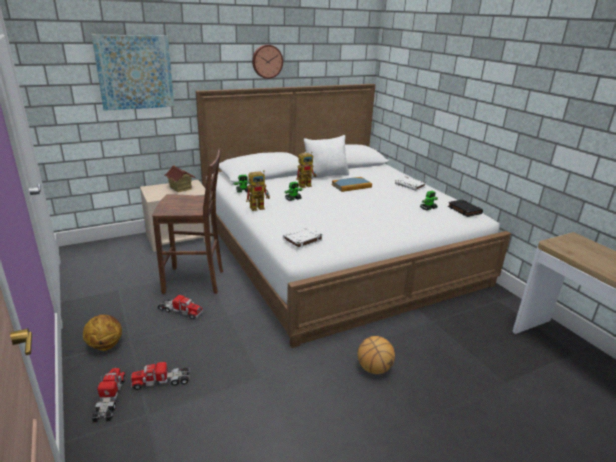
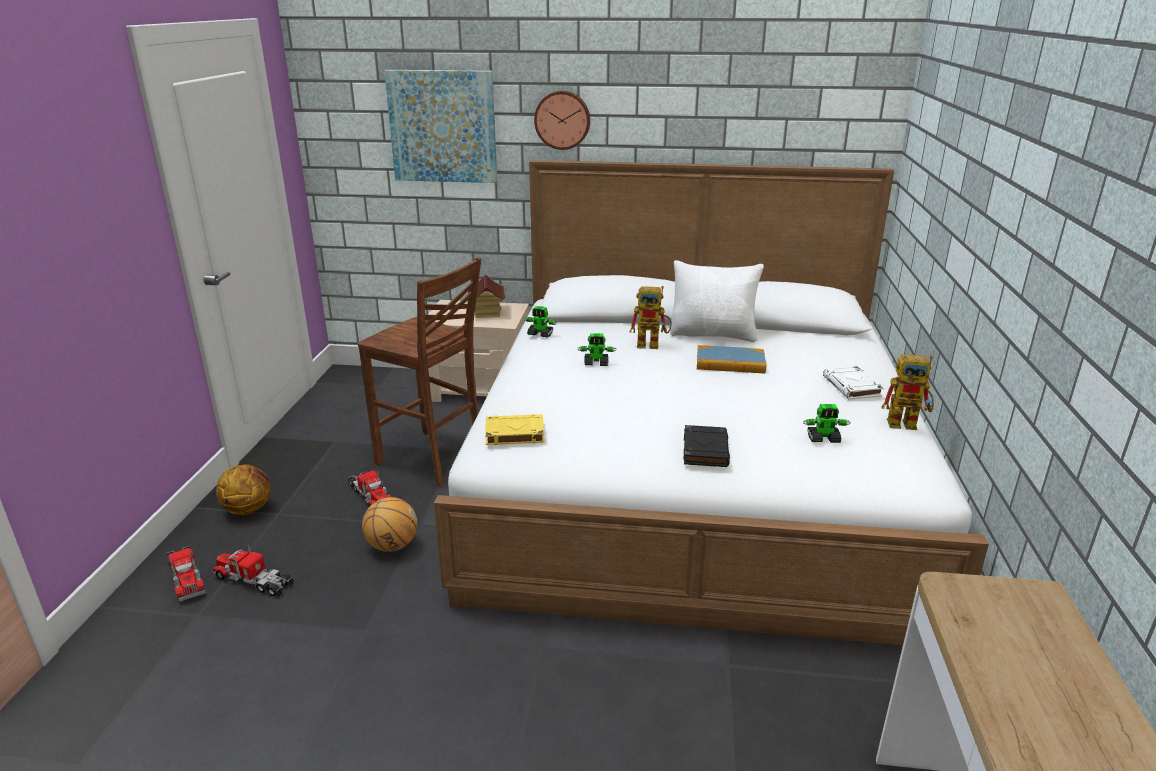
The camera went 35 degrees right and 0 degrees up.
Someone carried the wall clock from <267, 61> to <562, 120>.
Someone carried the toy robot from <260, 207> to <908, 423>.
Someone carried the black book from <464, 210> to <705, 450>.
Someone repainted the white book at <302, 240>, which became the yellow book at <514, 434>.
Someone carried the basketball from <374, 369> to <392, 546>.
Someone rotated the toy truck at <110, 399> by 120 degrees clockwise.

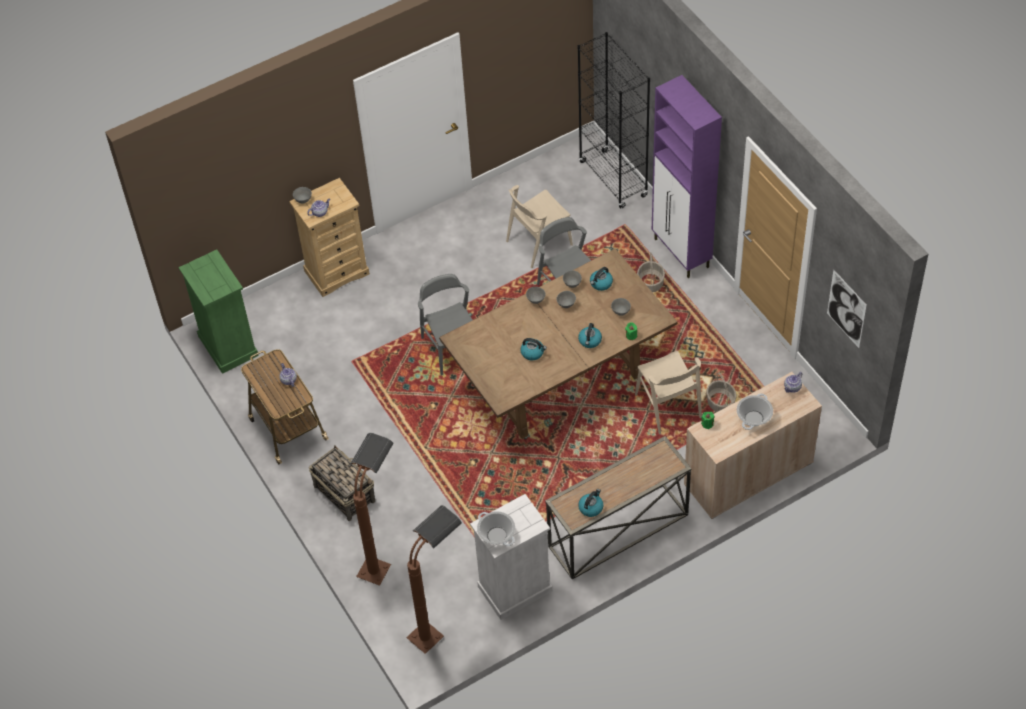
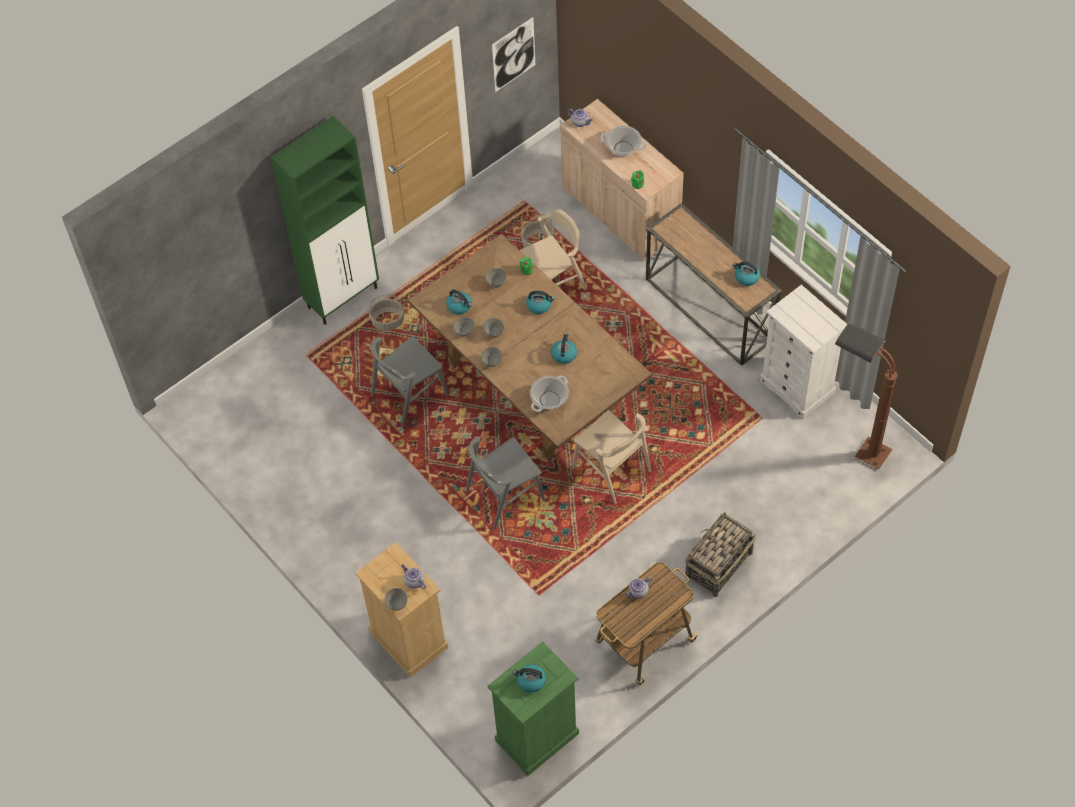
The camera went 100 degrees left and 5 degrees up.
Someone took away the black bookcase at <613, 179>.
Someone repainted the purple cabinet at <681, 254>, which became the green cabinet at <343, 297>.
Someone carried the beige chair from <539, 243> to <612, 469>.
Someone took away the brown floor lamp at <381, 556>.
Someone carried the cooking pot from <496, 535> to <549, 400>.
Someone put down the kettle at <530, 681>.

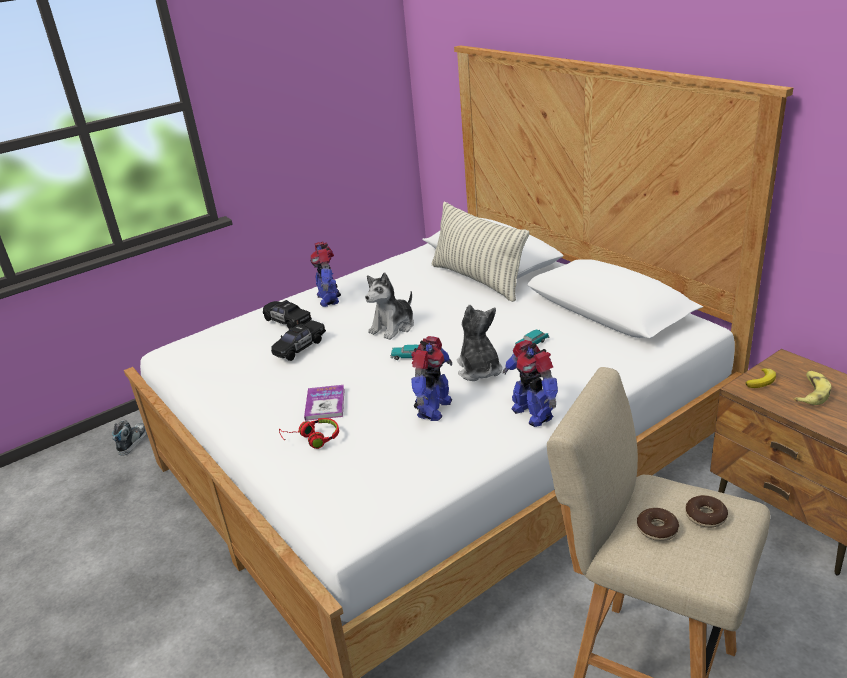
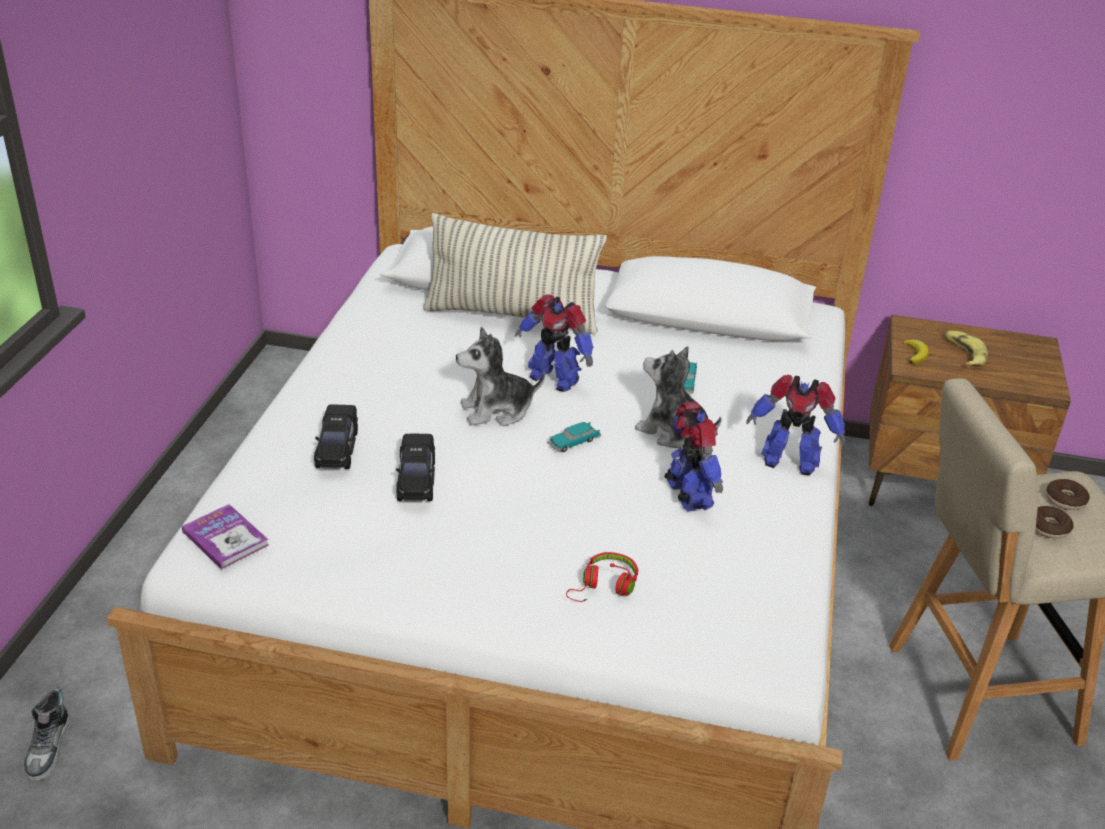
The camera went 45 degrees left and 5 degrees up.
Someone carried the toy robot from <329, 299> to <554, 378>.
Someone rotated the plush toy at <393, 327> by 75 degrees clockwise.
Someone rotated the black toy car at <287, 321> by 90 degrees counterclockwise.
Someone carried the book from <325, 404> to <225, 538>.
Someone rotated the shoe at <132, 441> by 150 degrees counterclockwise.

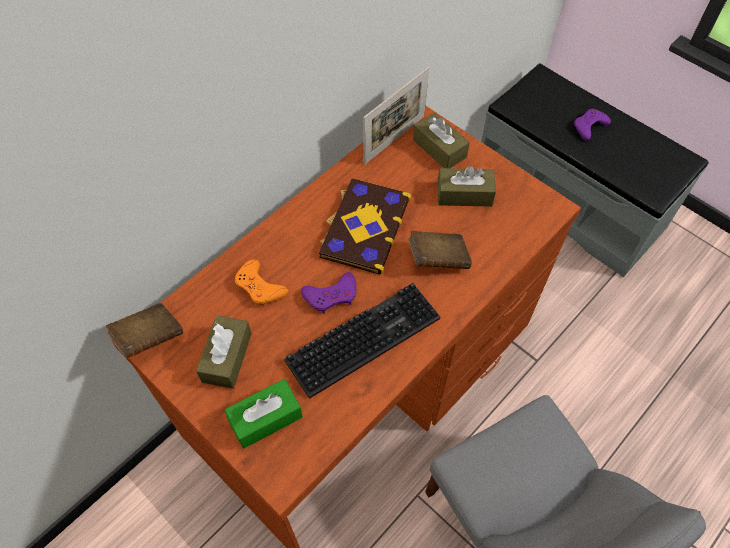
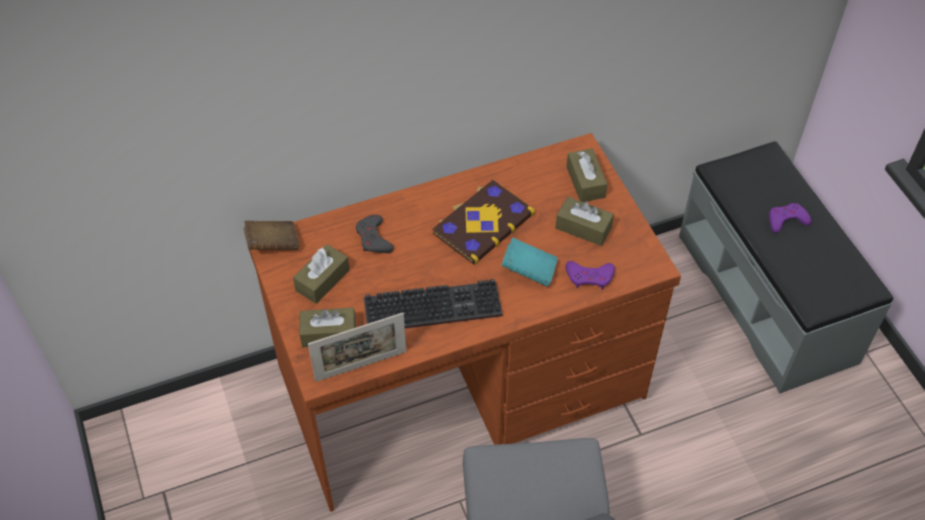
The camera went 25 degrees right and 5 degrees down.
Someone carried the picture frame from <394, 139> to <361, 366>.
Someone repainted the brown book at <438, 259>, which became the turquoise book at <529, 270>.
Someone repainted the orange game controller at <260, 287>, which became the grey game controller at <374, 238>.
Someone carried the purple game controller from <331, 295> to <589, 277>.
Someone repainted the green tissue box at <266, 418>, which became the brown tissue box at <329, 333>.

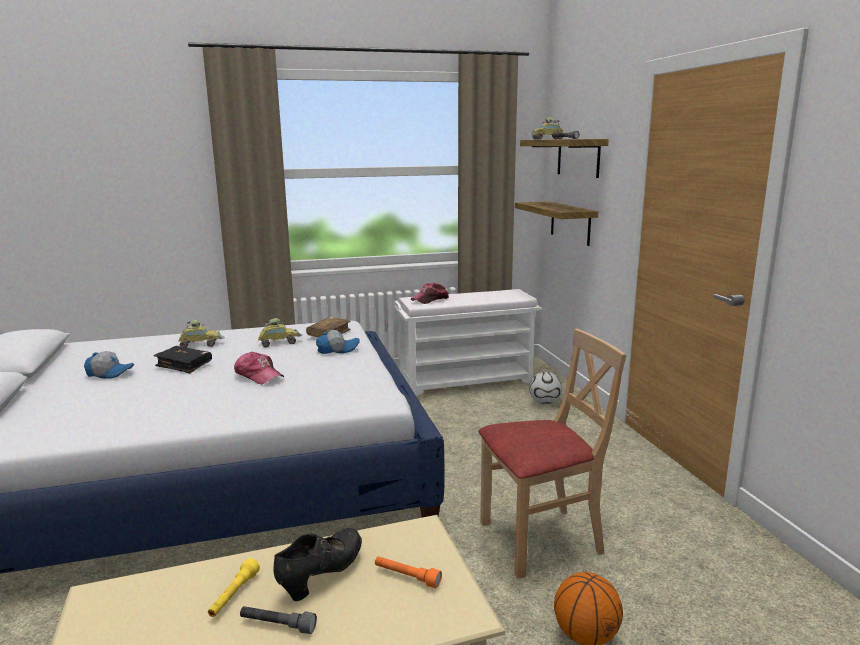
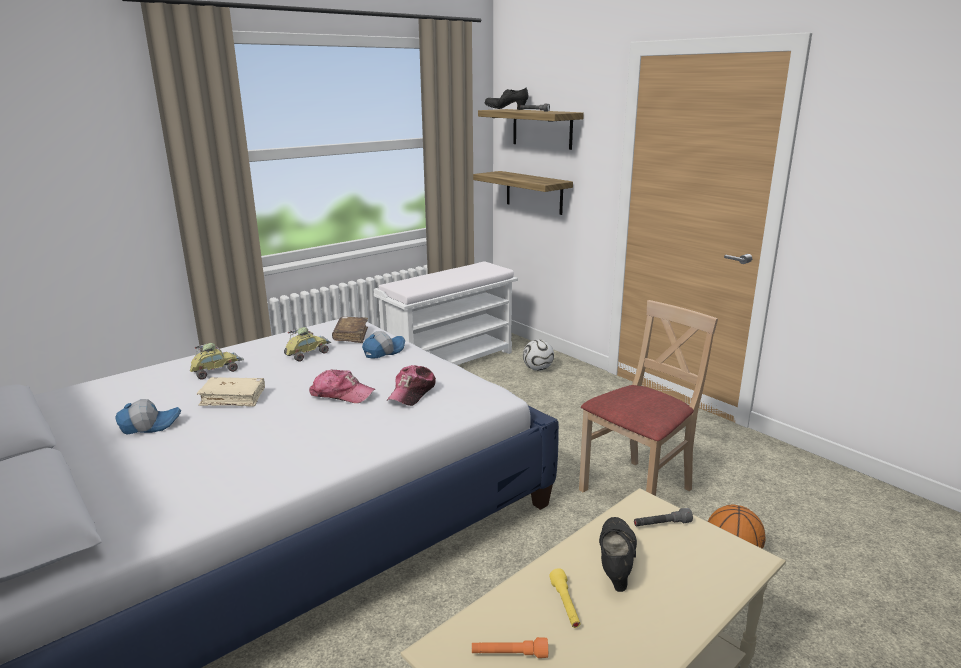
The camera went 25 degrees left and 5 degrees up.
Someone swapped the toy car at <546, 139> for the black shoe at <506, 109>.
Someone carried the cap from <430, 299> to <412, 393>.
Someone repainted the black book at <184, 365>, which became the beige book at <233, 398>.
Someone carried the orange flashlight from <407, 577> to <509, 655>.
Someone carried the grey flashlight from <277, 625> to <661, 524>.

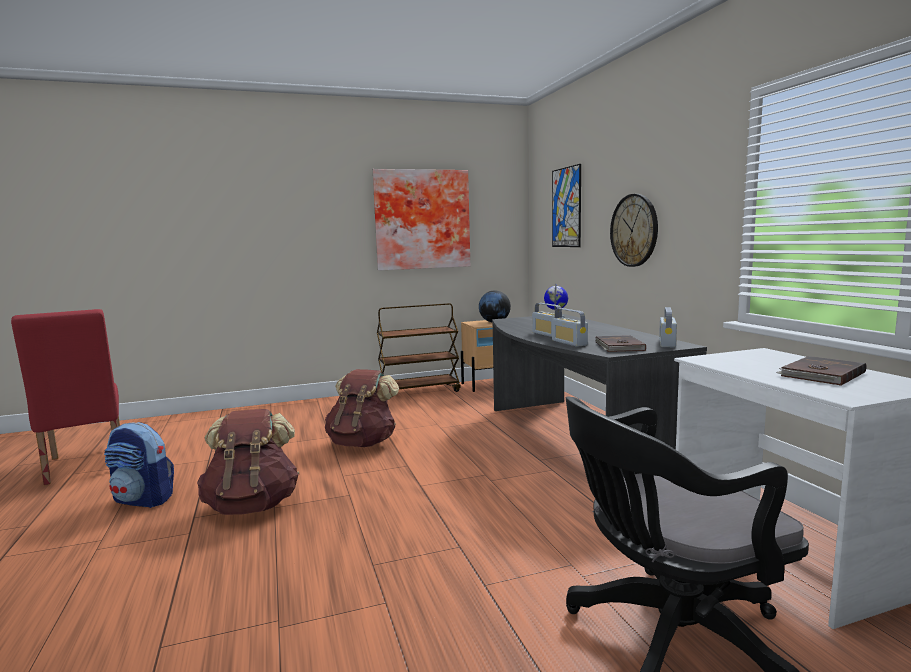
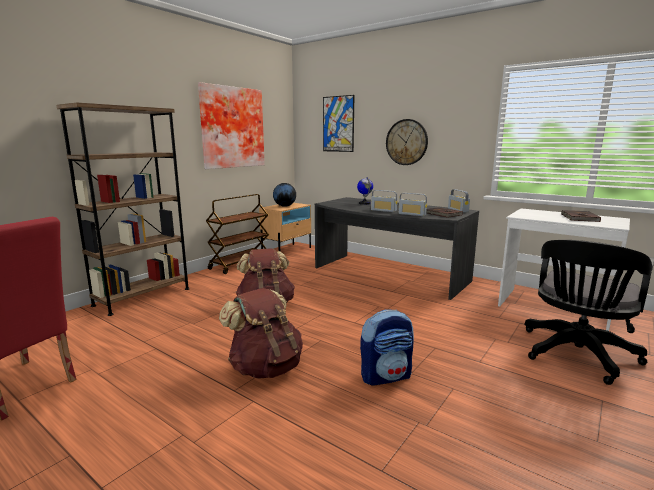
The camera went 35 degrees left and 5 degrees up.
Someone carried the backpack from <144, 500> to <386, 376>.
Someone put down the brown bookcase at <142, 297>.

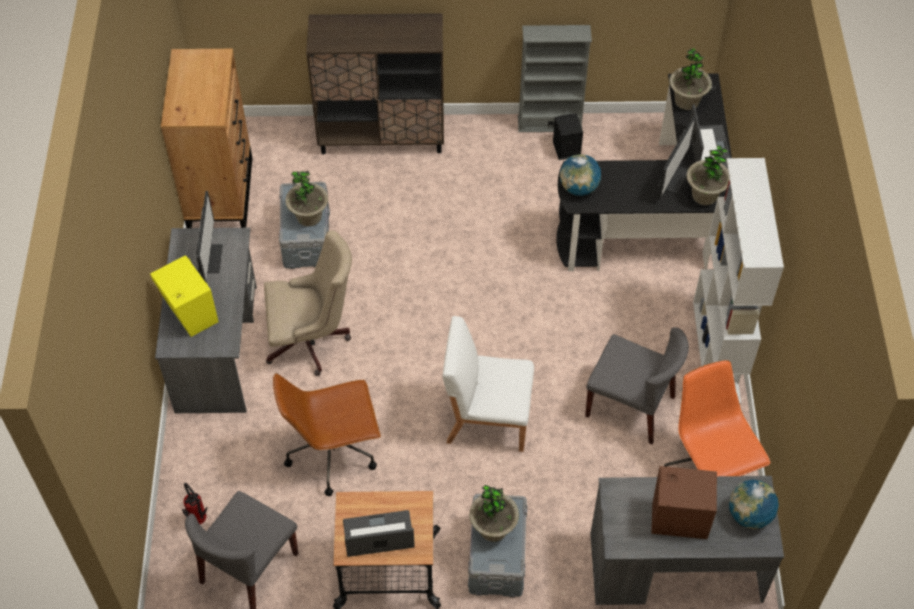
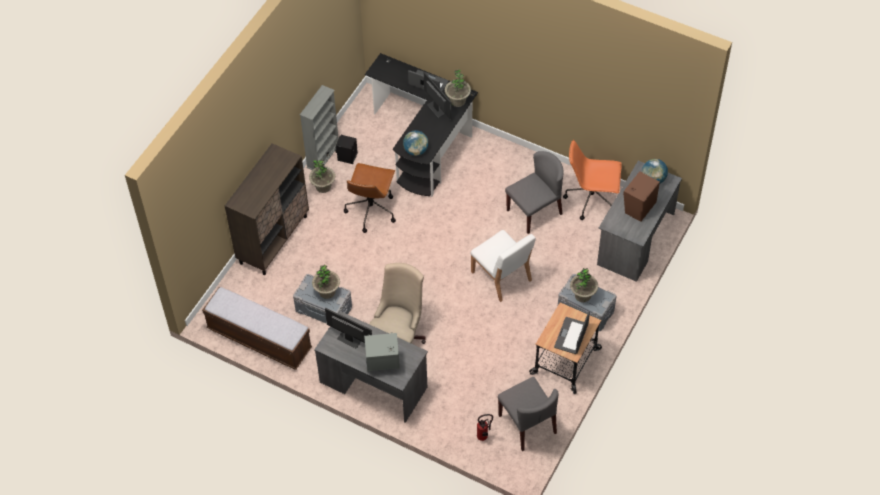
The camera went 60 degrees left and 0 degrees up.
Someone carried the potted plant from <687, 101> to <323, 186>.
Someone swapped the brown dresser at <221, 194> for the bench at <259, 339>.
Someone took away the white bookcase at <717, 352>.
Someone repainted the yellow speaker at <190, 314>, which became the grey speaker at <383, 363>.
Someone rotated the white chair at <487, 417> by 75 degrees counterclockwise.
Someone carried the brown office chair from <333, 453> to <371, 210>.

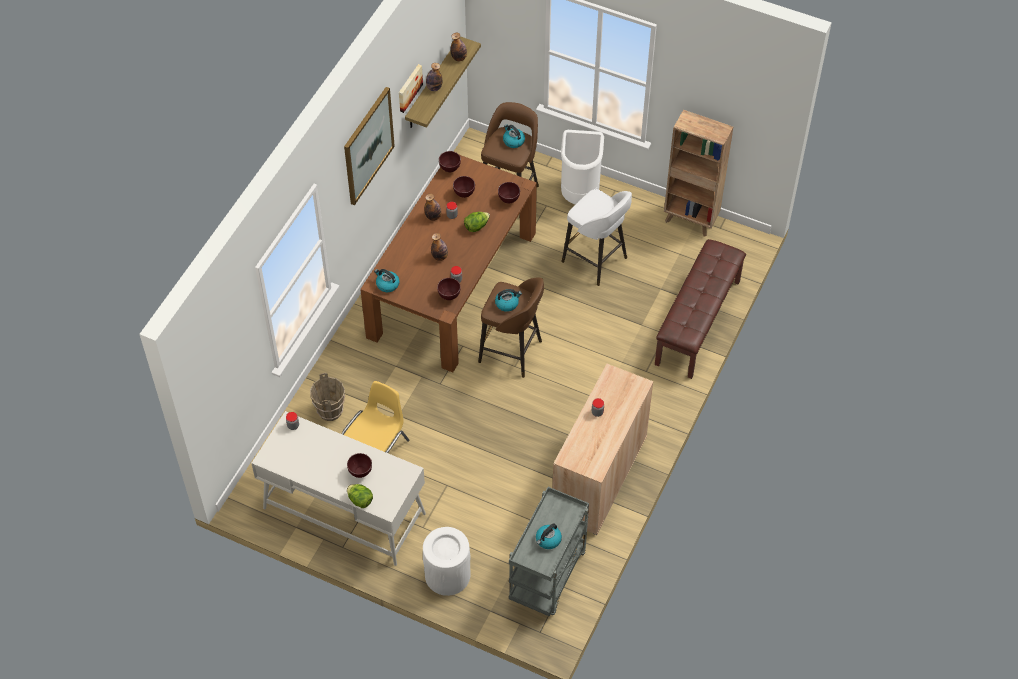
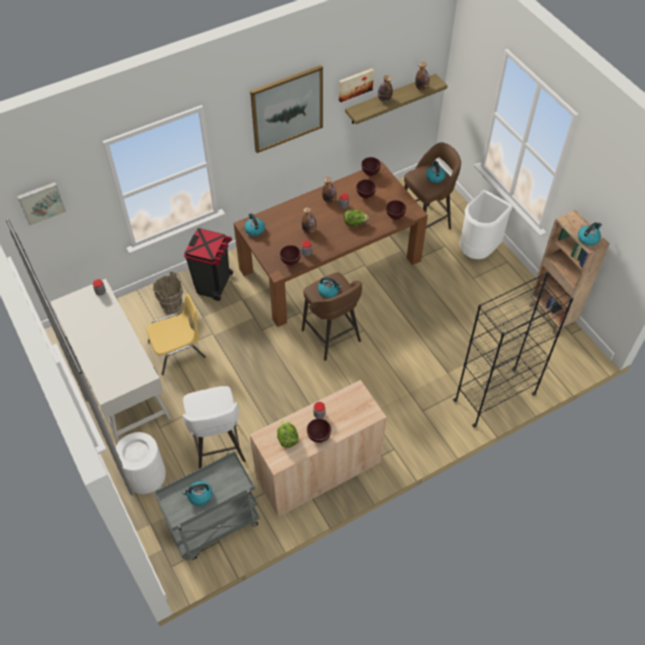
The camera went 35 degrees right and 0 degrees up.
Someone carried the white stool from <596, 261> to <218, 448>.
Someone swapped the brown bench at <698, 323> for the black bookcase at <495, 397>.
Someone carried the brown bowl from <360, 472> to <319, 436>.
Someone carried the lettuce from <360, 500> to <287, 439>.
Someone put up the picture at <41, 202>.
Someone put down the kettle at <588, 238>.
Someone put down the black trash can at <214, 285>.

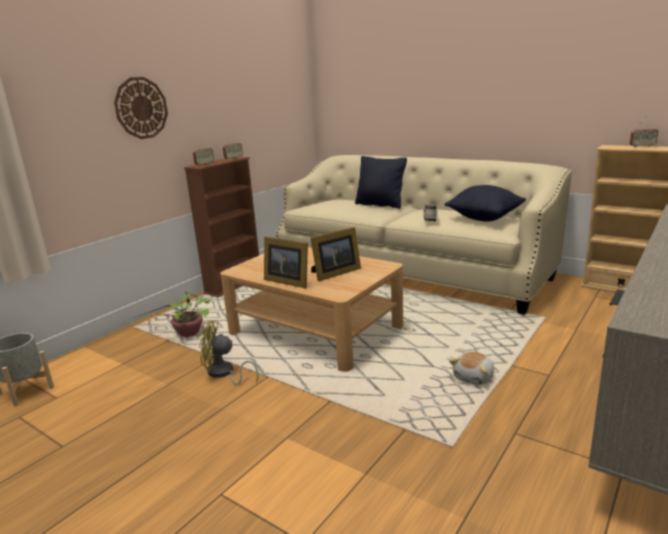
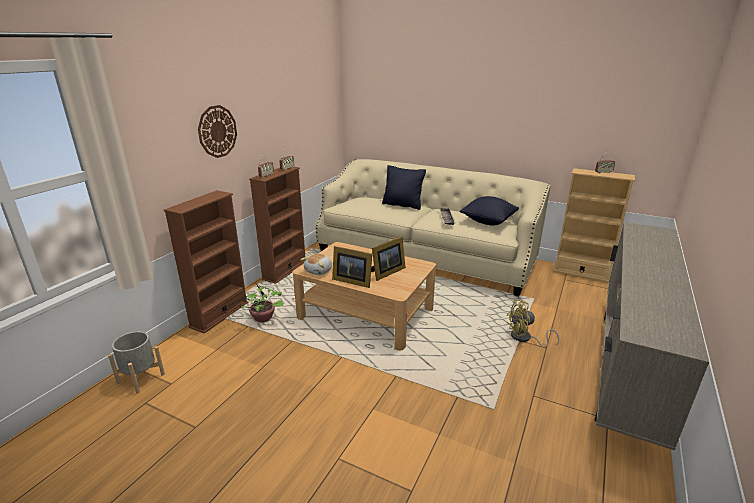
The camera went 10 degrees left and 5 degrees up.
Someone carried the yellow fan from <223, 374> to <525, 338>.
Someone carried the plush toy from <474, 377> to <319, 271>.
Someone put down the brown bookcase at <219, 315>.

